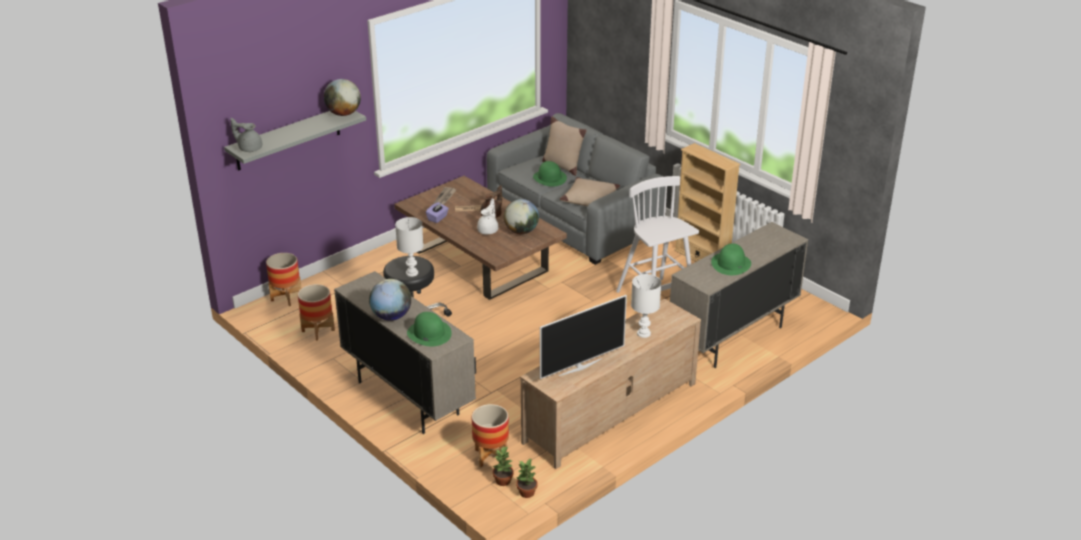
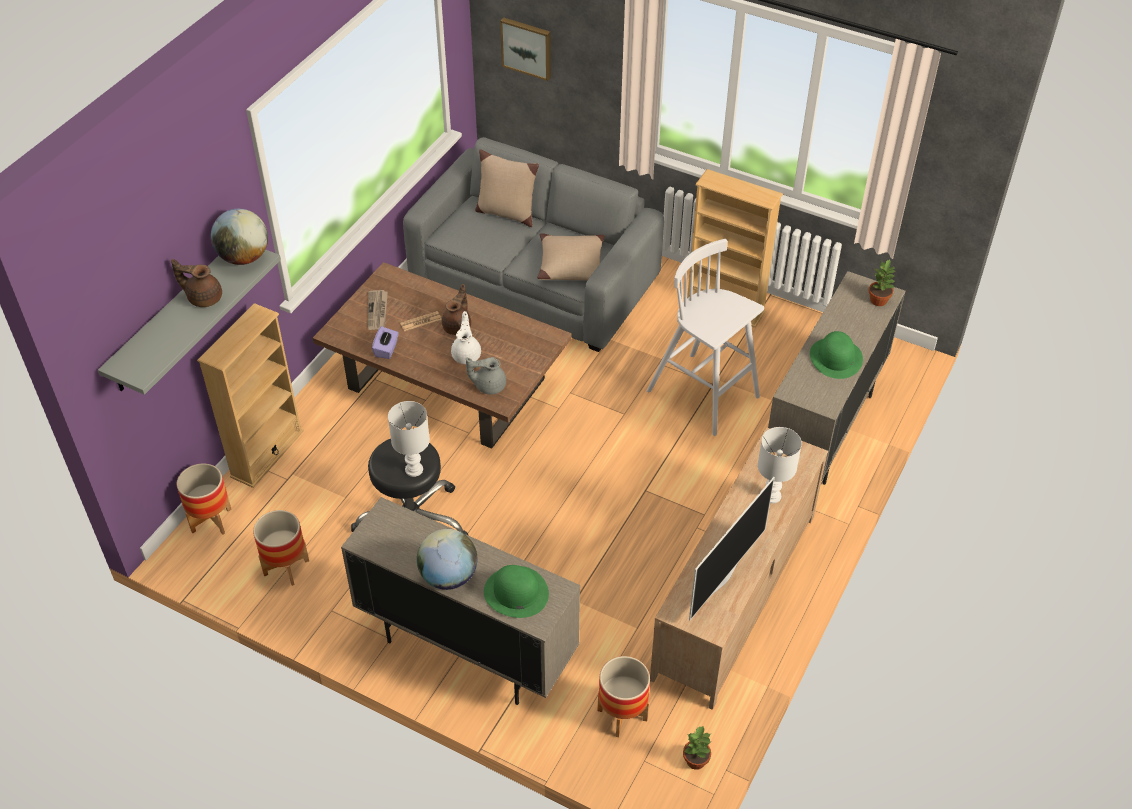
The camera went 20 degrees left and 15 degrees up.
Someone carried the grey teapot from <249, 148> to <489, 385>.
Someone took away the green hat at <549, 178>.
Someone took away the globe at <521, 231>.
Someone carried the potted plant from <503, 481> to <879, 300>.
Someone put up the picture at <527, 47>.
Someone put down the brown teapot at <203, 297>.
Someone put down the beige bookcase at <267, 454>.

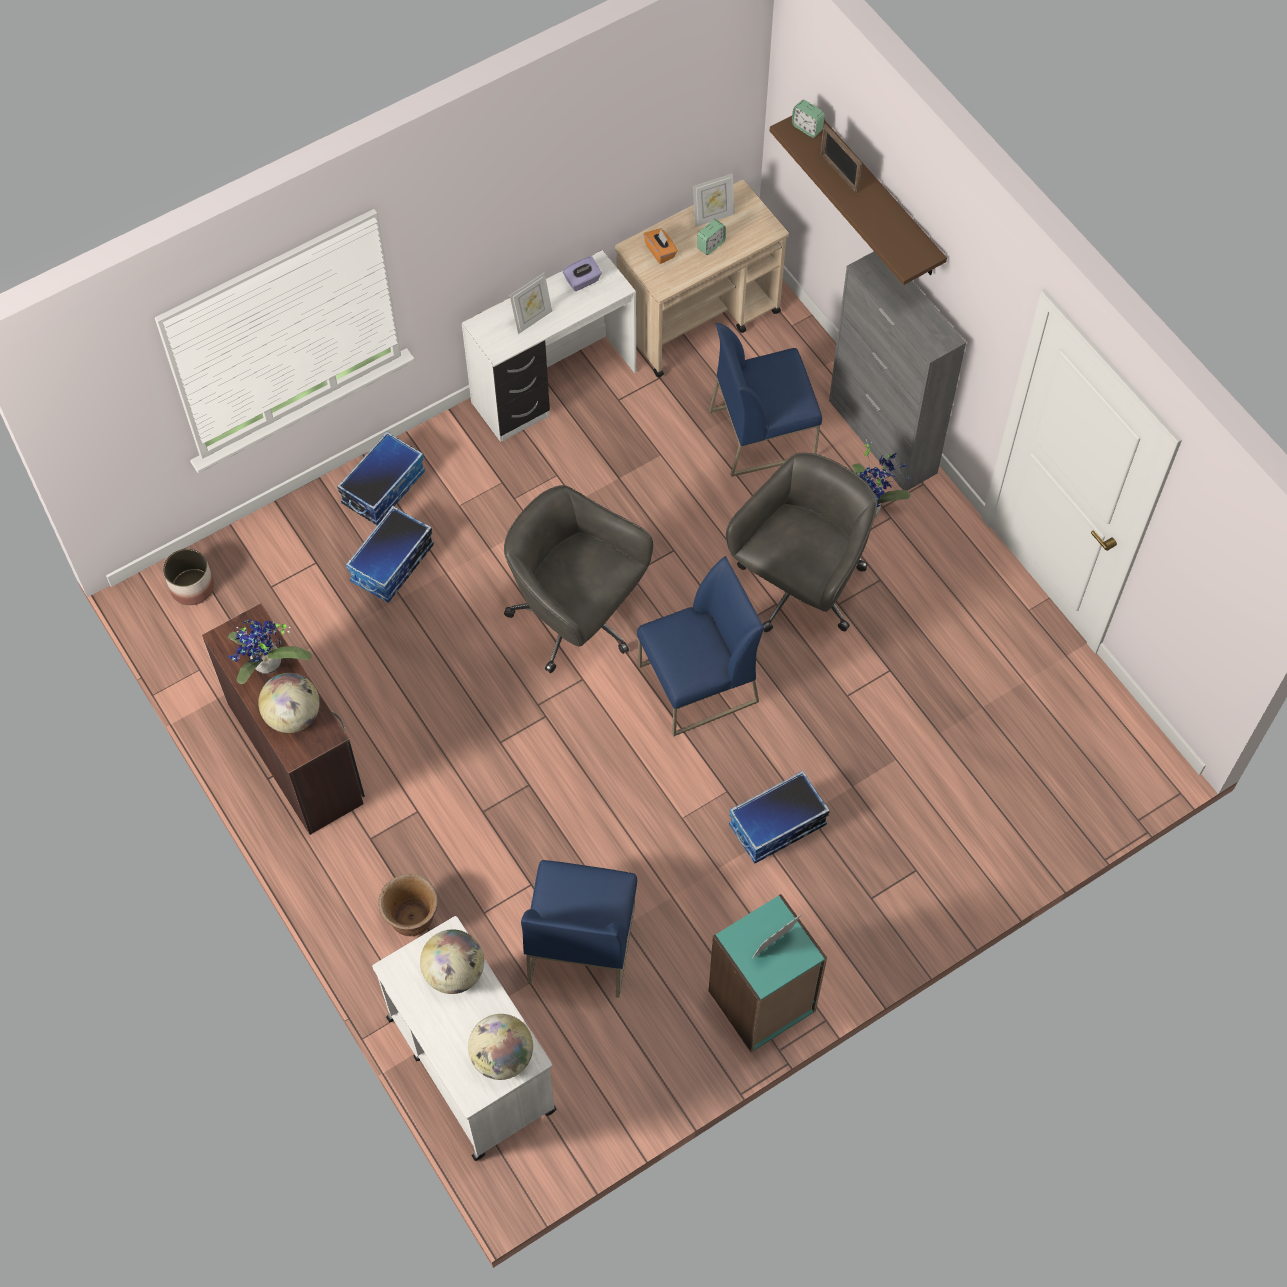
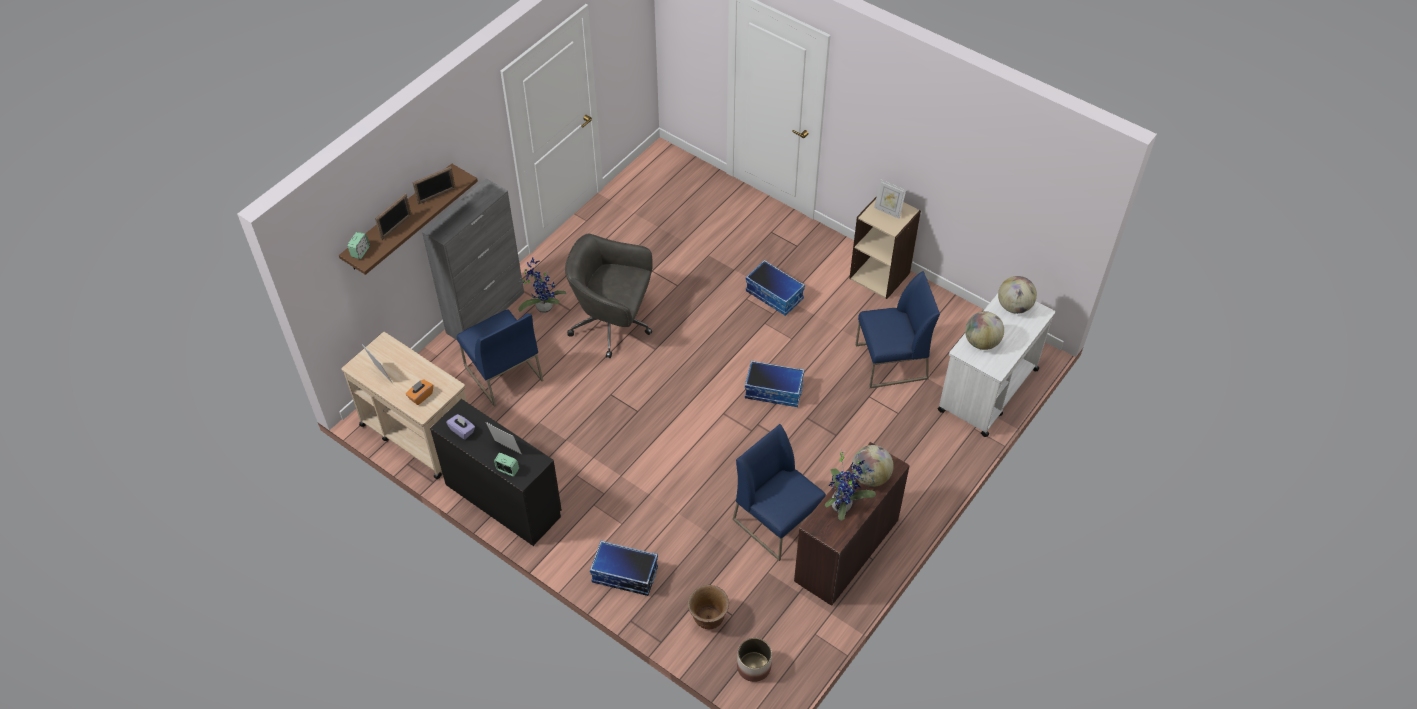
The camera went 110 degrees left and 10 degrees down.
Someone carried the alarm clock from <710, 245> to <507, 470>.
Someone repainted the white desk at <555, 388>, which became the black desk at <504, 499>.
Someone took away the grey office chair at <577, 619>.
Someone carried the storage box from <393, 564> to <774, 390>.
Someone carried the blue chair from <697, 685> to <778, 522>.
Someone carried the brown planter from <412, 919> to <708, 619>.
Someone repainted the turquoise bookcase at <762, 1002>, which became the beige bookcase at <880, 275>.
Someone put down the picture frame at <436, 196>.

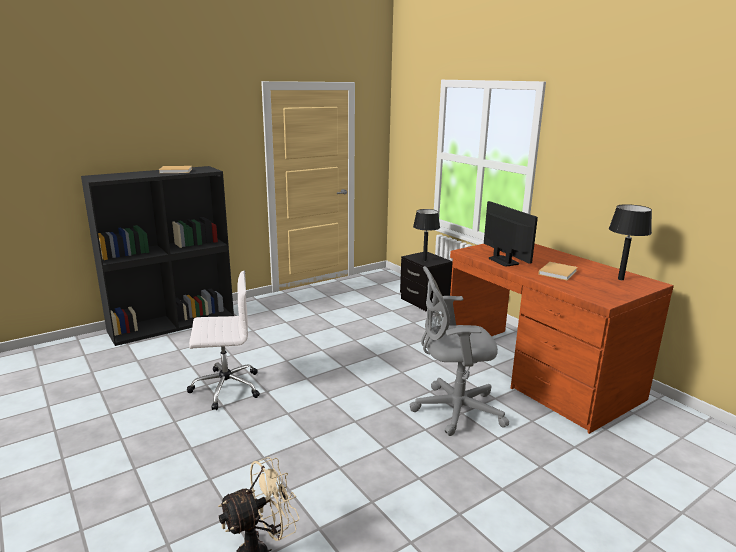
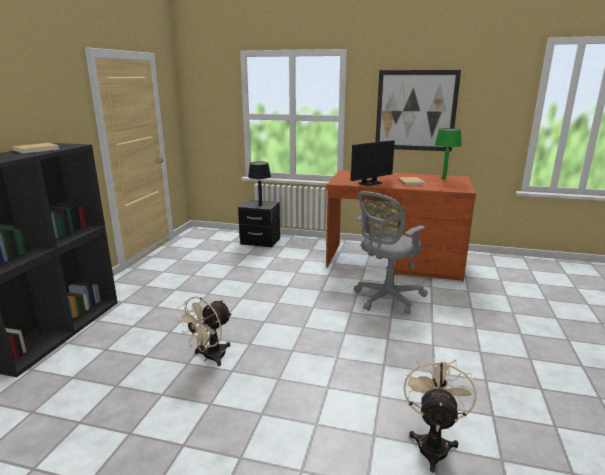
The camera went 40 degrees left and 0 degrees up.
Someone rotated the monitor at <503, 261> by 120 degrees clockwise.
Someone repainted the black table lamp at <621, 279>, which became the green table lamp at <444, 179>.
Someone swapped the white office chair at <225, 388> for the beige fan at <209, 357>.
Someone put up the picture at <415, 111>.

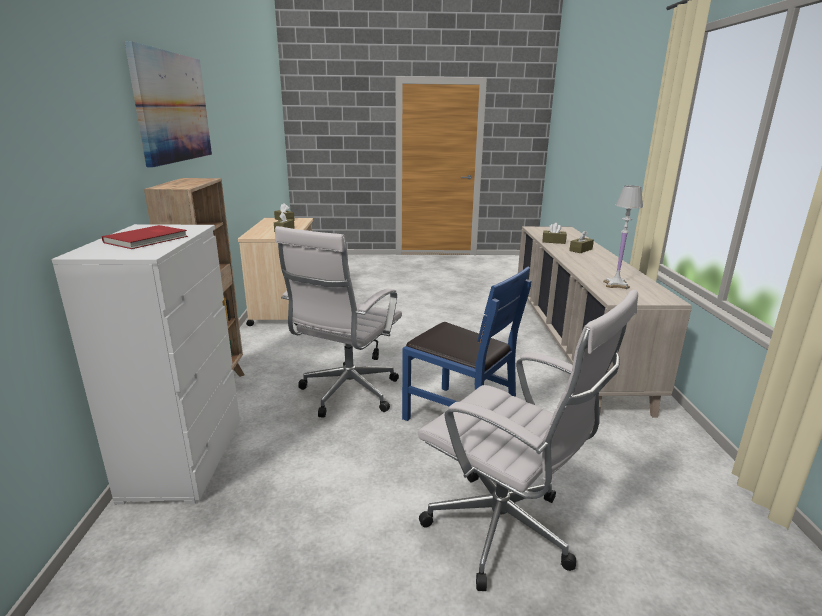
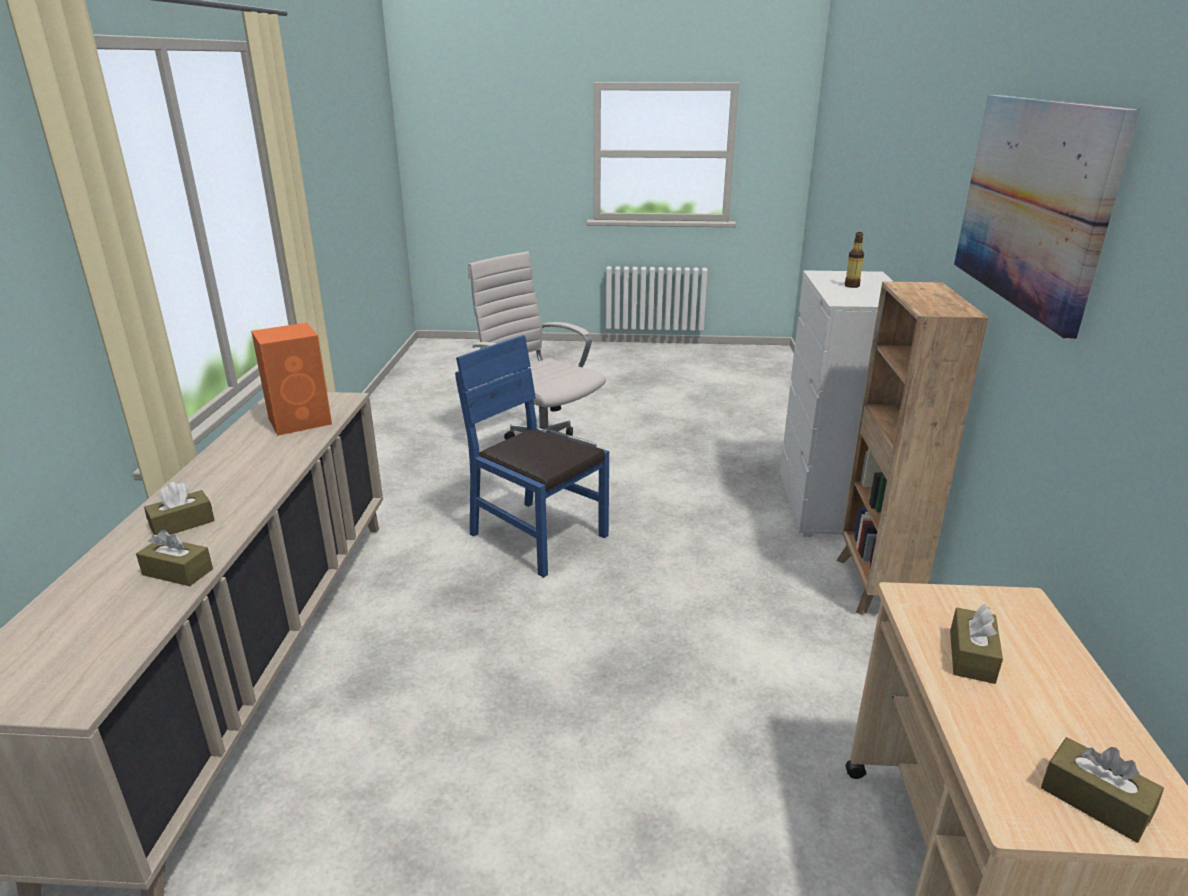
The camera went 175 degrees left and 5 degrees up.
Someone swapped the white table lamp at <616, 285> for the orange speaker at <301, 421>.
Someone swapped the red book at <148, 239> for the bottle at <851, 286>.
Someone took away the white office chair at <347, 394>.

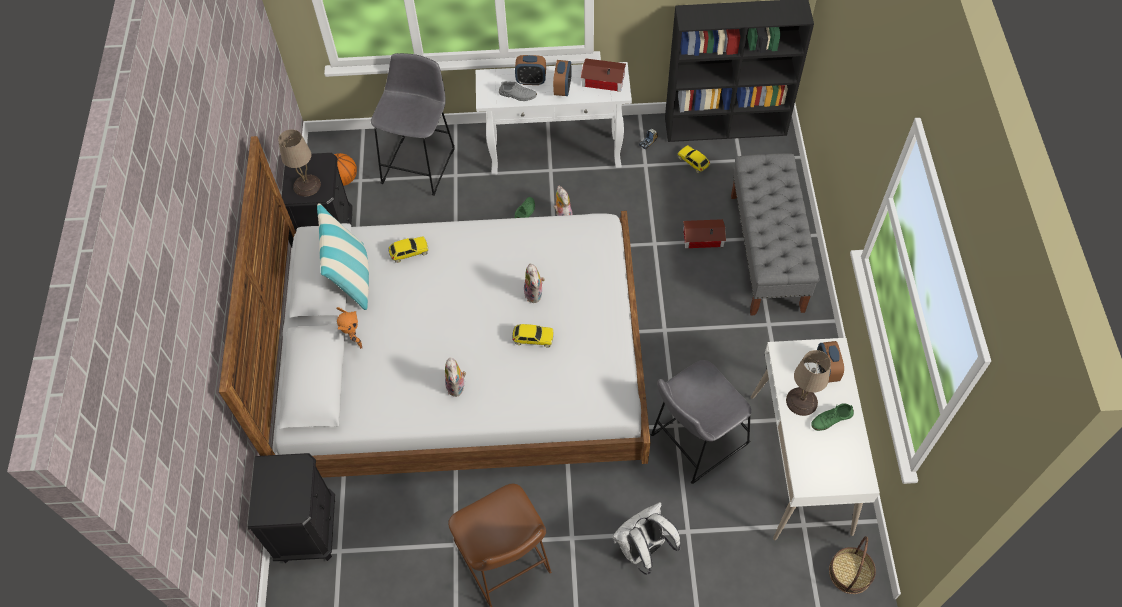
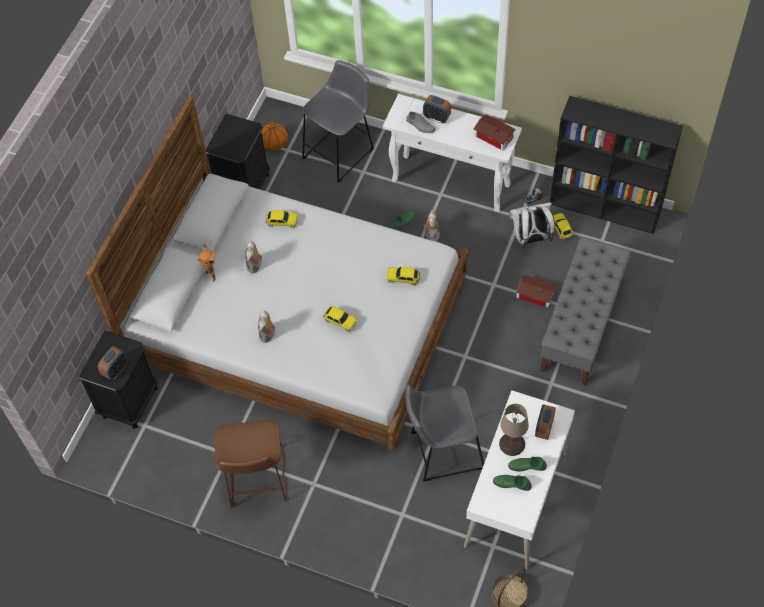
The camera went 25 degrees right and 0 degrees up.
Someone carried the alarm clock from <562, 88> to <116, 370>.
Someone took away the beige table lamp at <306, 185>.
Someone took away the pillow at <352, 278>.
Someone carried the plush toy from <535, 294> to <255, 266>.
Someone carried the white backpack from <643, 549> to <530, 239>.
Someone put down the toy car at <403, 278>.
Someone put down the green shoe at <512, 483>.

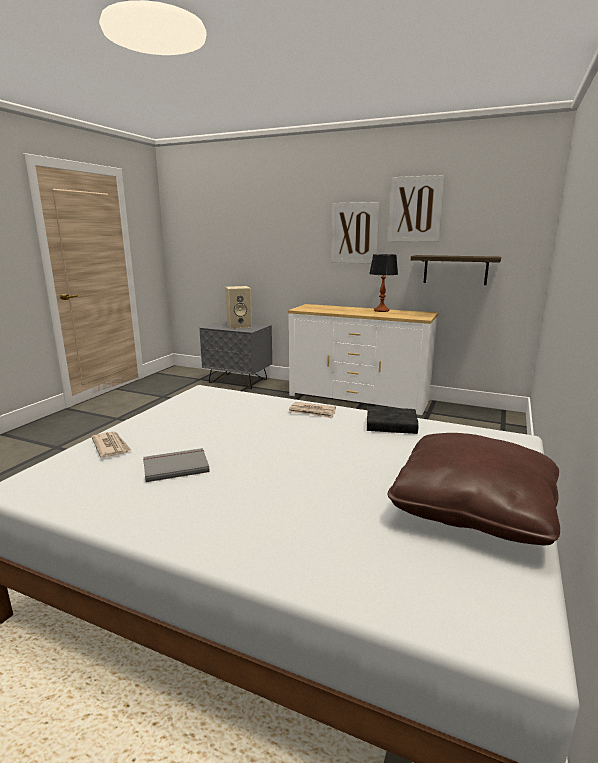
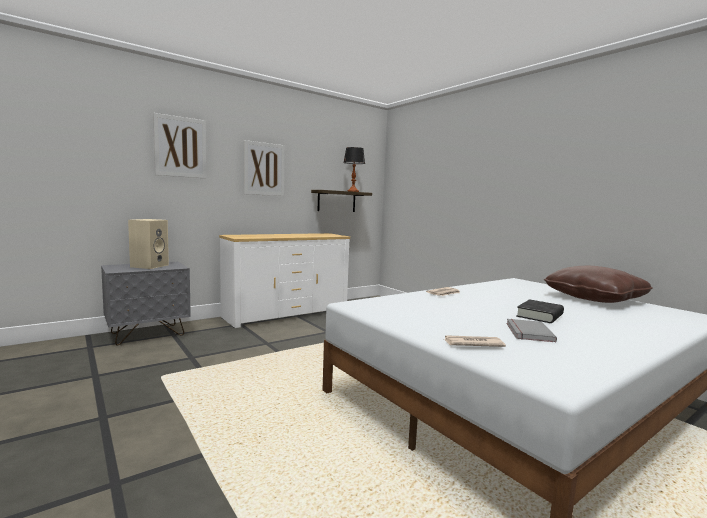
The camera went 60 degrees left and 10 degrees down.
Someone carried the picture from <415, 209> to <180, 147>.
Someone carried the table lamp from <381, 310> to <353, 191>.
Someone carried the black book from <391, 425> to <540, 315>.

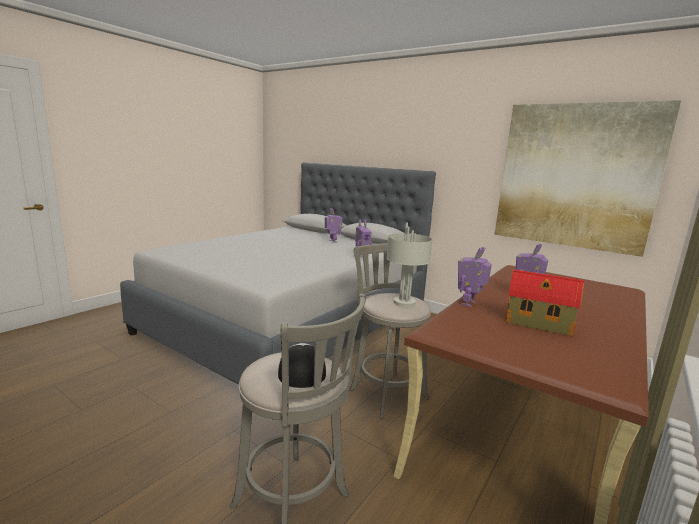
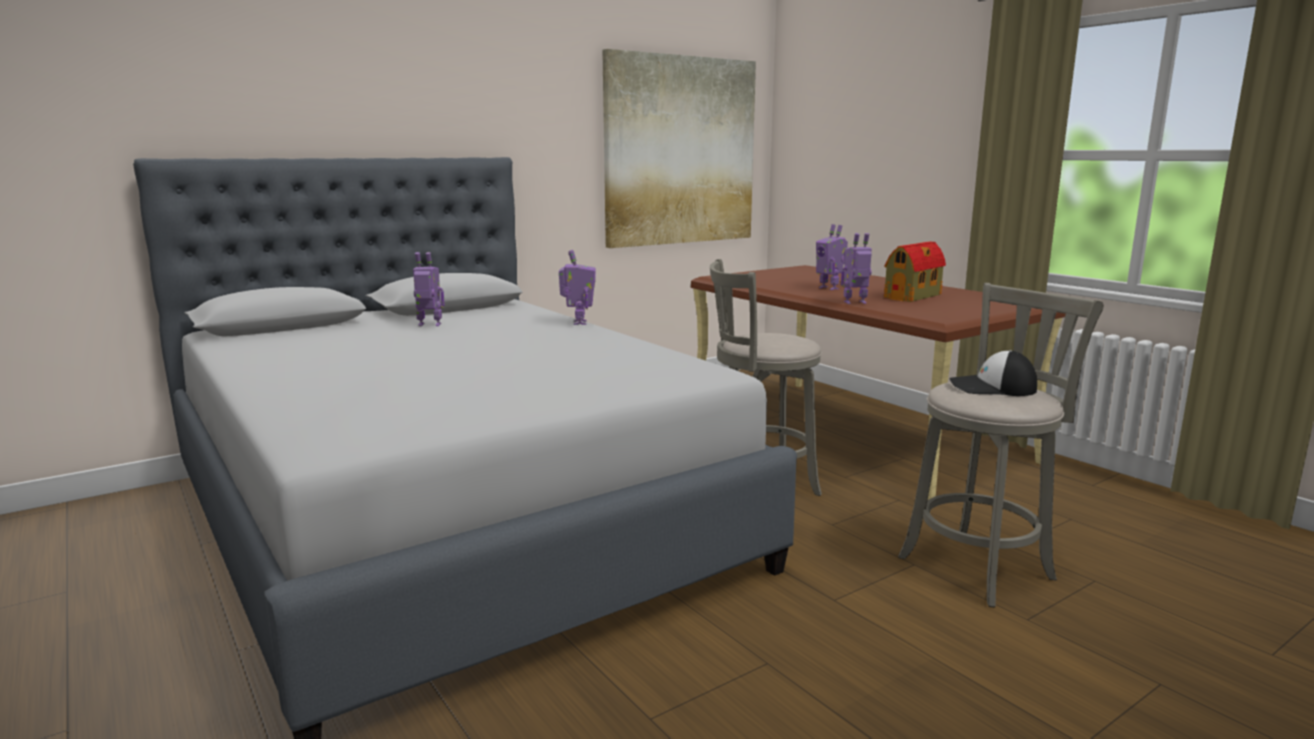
The camera went 70 degrees left and 0 degrees up.
Someone took away the grey table lamp at <404, 302>.
Someone rotated the toy robot at <469, 304> by 120 degrees clockwise.

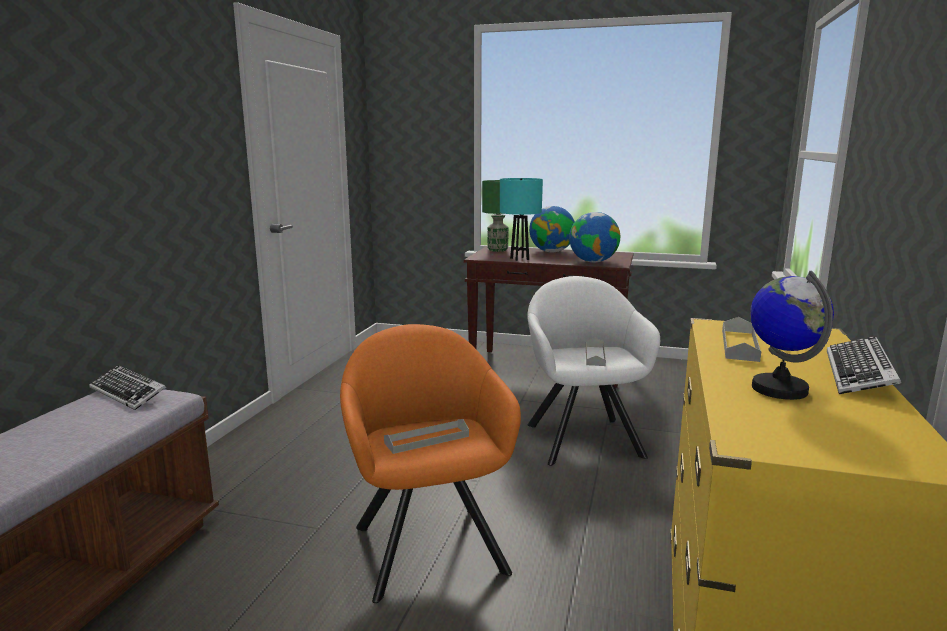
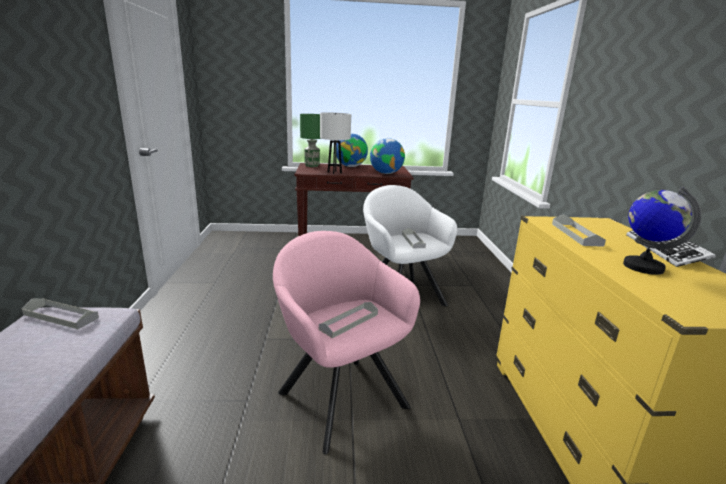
The camera went 20 degrees left and 5 degrees up.
Someone repainted the turquoise table lamp at <519, 259>, which became the white table lamp at <334, 172>.
Someone repainted the orange armchair at <428, 542>, which became the pink armchair at <339, 395>.
Someone swapped the keyboard at <128, 393> for the grey tray at <61, 316>.

